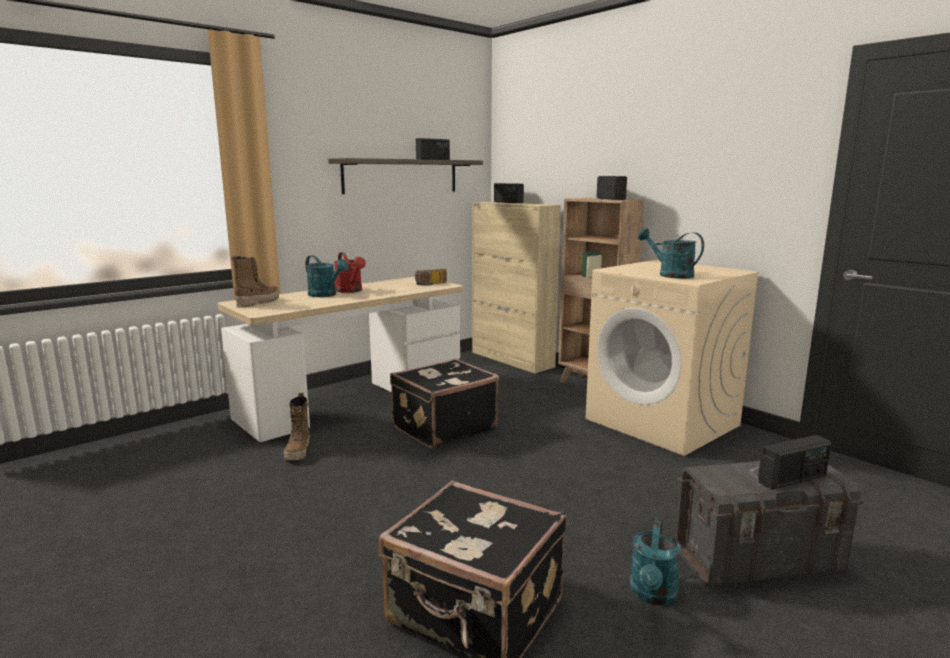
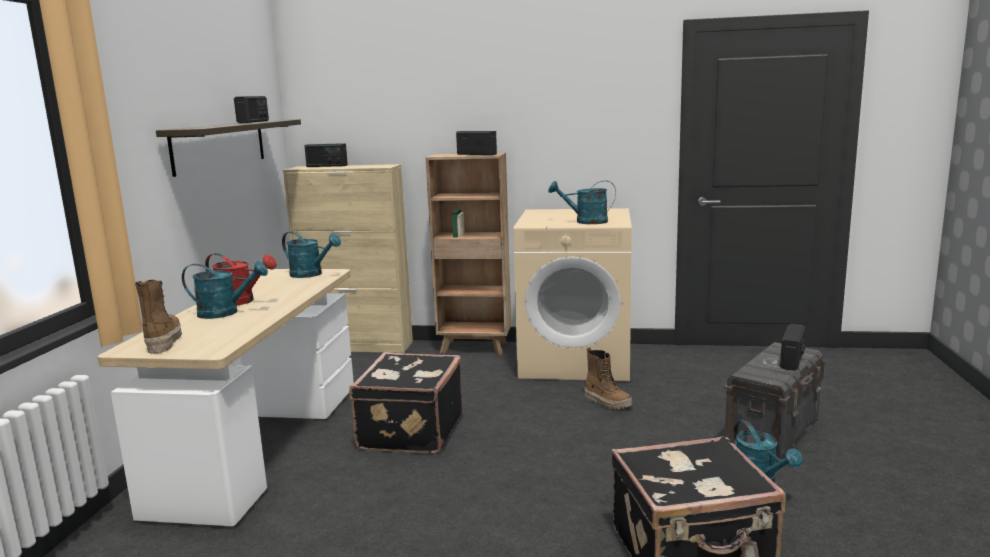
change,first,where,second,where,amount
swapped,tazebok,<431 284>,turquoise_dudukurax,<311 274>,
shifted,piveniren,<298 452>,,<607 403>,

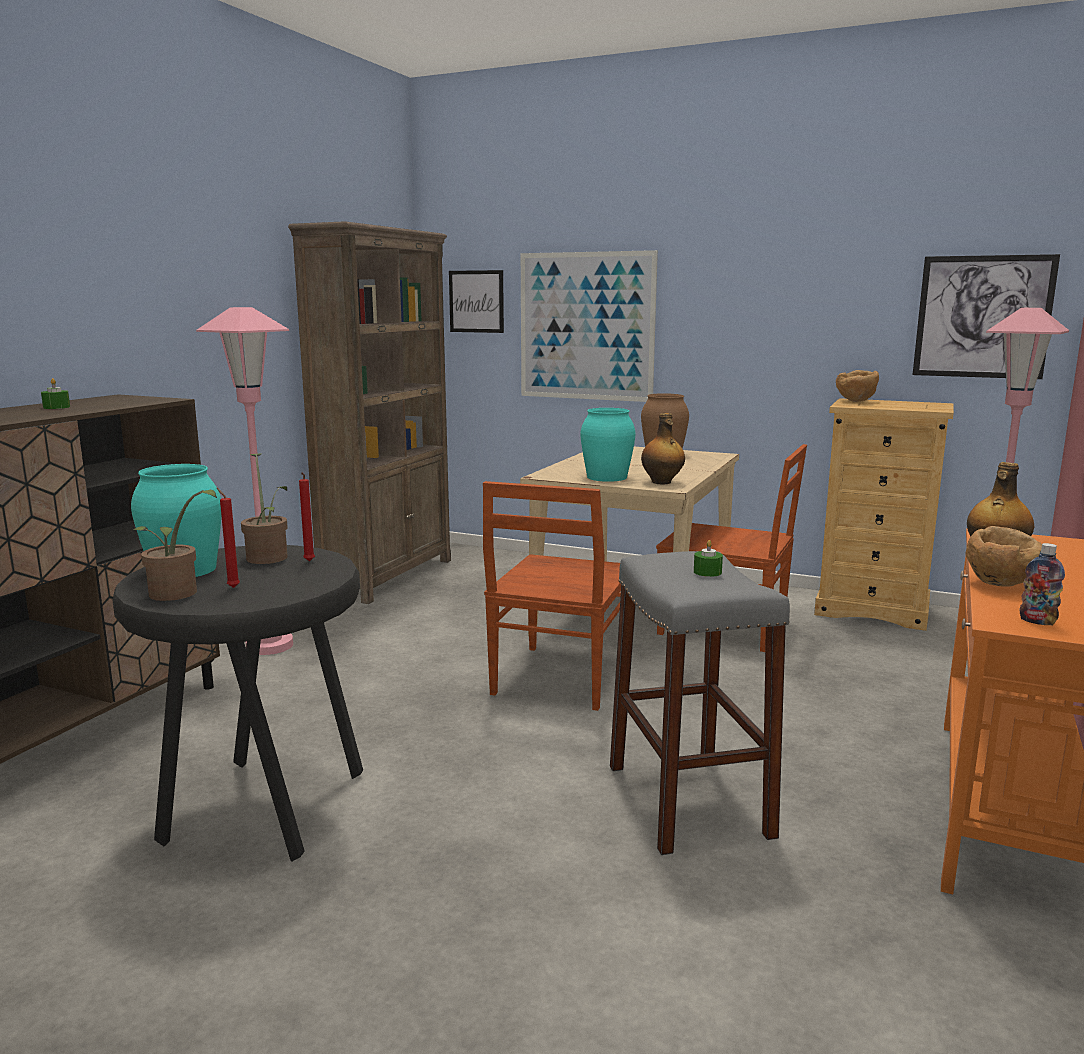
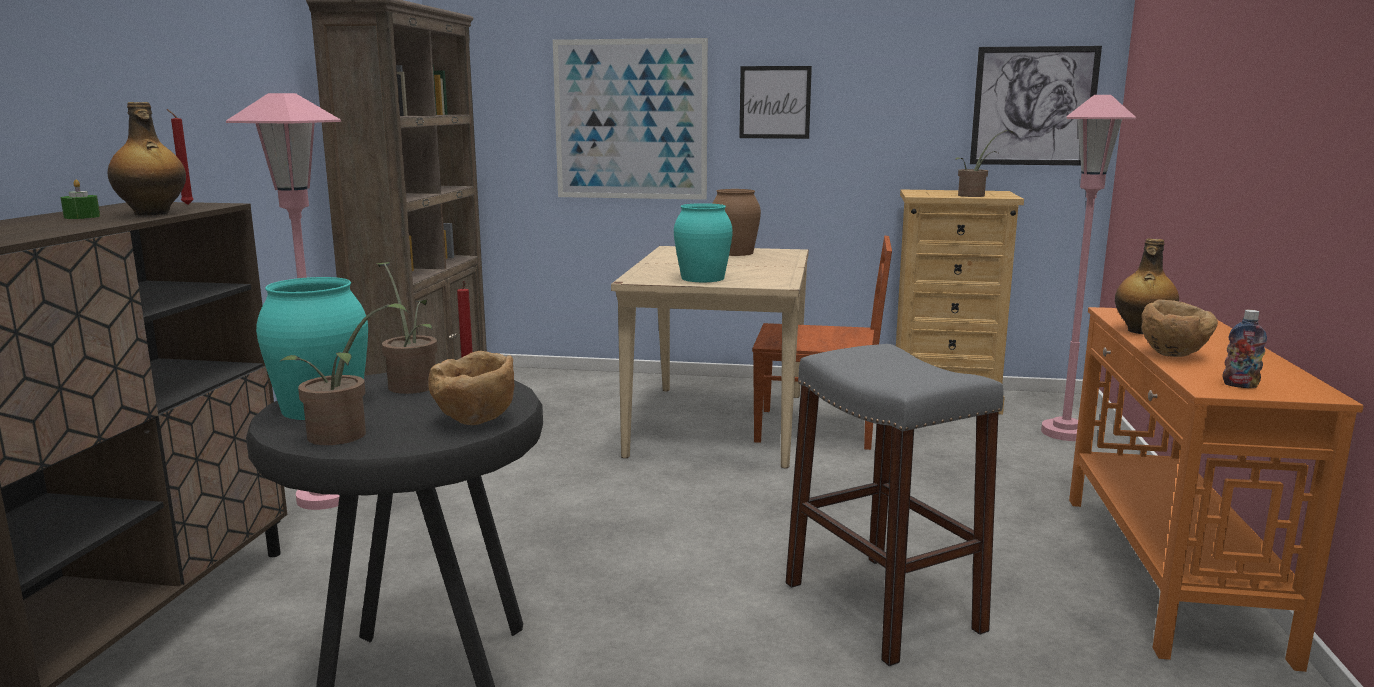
change,first,where,second,where,amount
shifted,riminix,<662 482>,,<152 213>,
shifted,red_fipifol,<232 587>,,<186 204>,
shifted,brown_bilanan,<856 401>,,<475 422>,
shifted,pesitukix,<476 301>,,<775 102>,
new,,,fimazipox,<975 195>,
gone,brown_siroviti,<560 678>,,,
gone,green_fipifol,<707 572>,,,

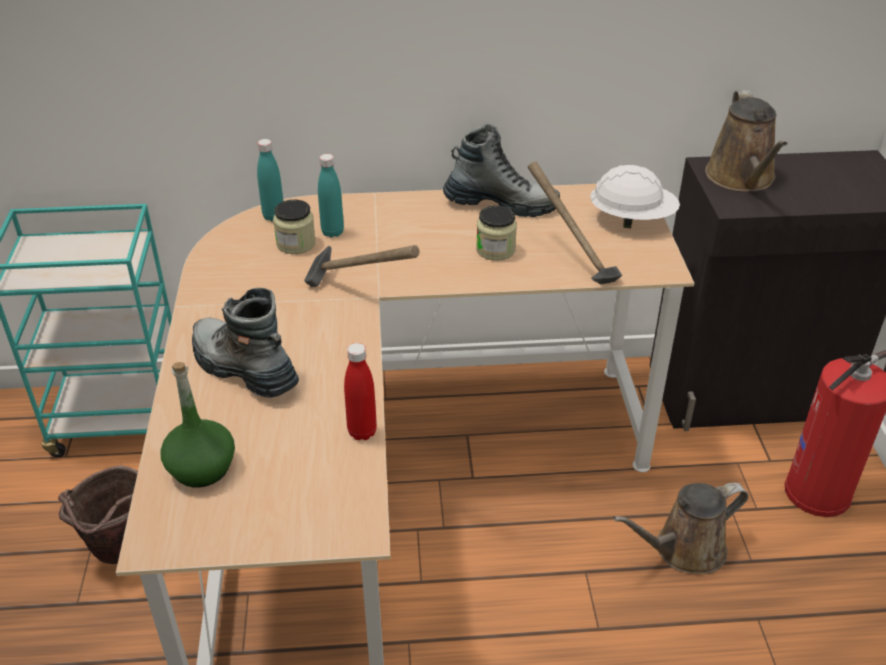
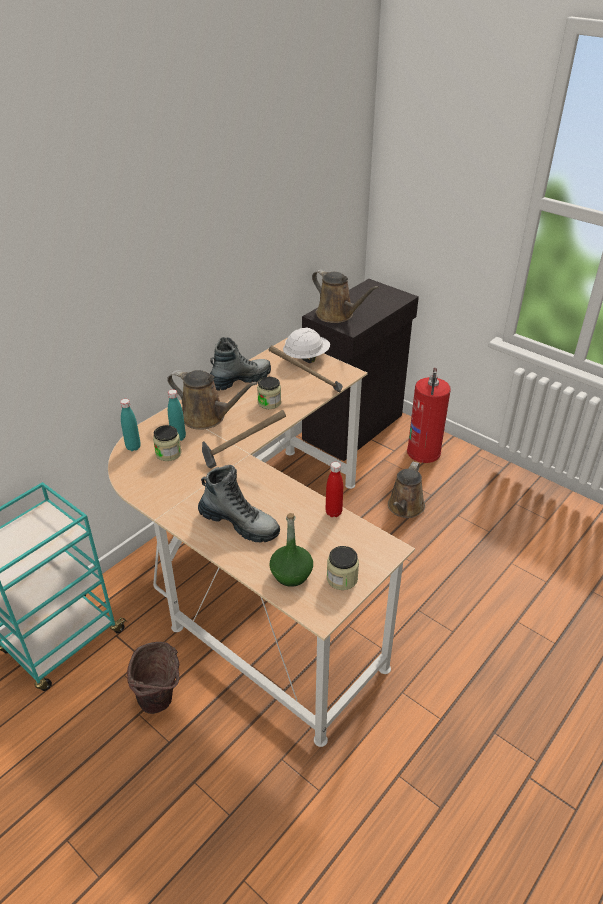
change,first,where,second,where,amount
new,,,brown_dudukurax,<207 417>,
rotated,piveniren,<243 369>,,<239 523>,150 degrees counterclockwise
new,,,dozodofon,<342 578>,

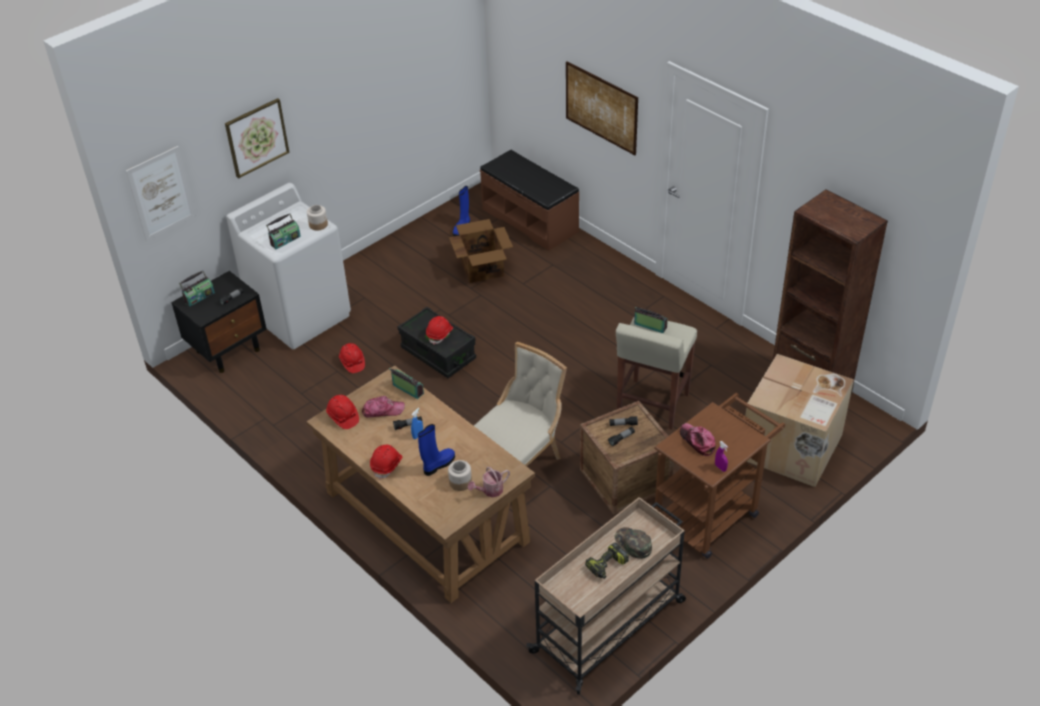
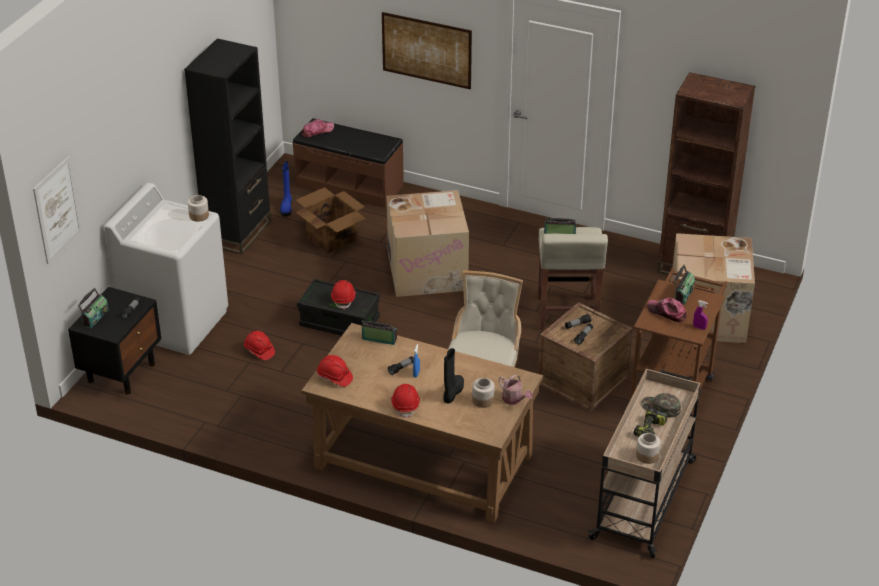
change,first,where,second,where,amount
new,,,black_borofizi,<238 232>,
shifted,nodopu,<383 410>,,<317 131>,
new,,,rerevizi,<428 271>,
repainted,blue_piveniren,<438 465>,black_piveniren,<453 392>,
rotated,dudukurax,<490 491>,,<514 399>,75 degrees counterclockwise
new,,,dozodofon,<647 455>,
shifted,tazebok,<285 240>,,<682 294>,
gone,pesitukix,<256 137>,,,

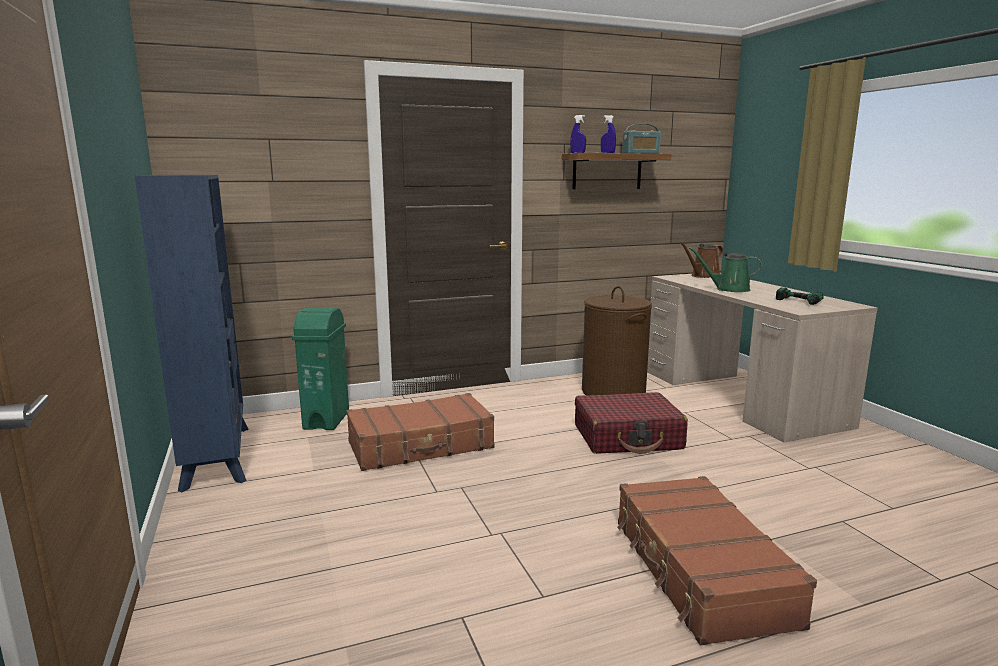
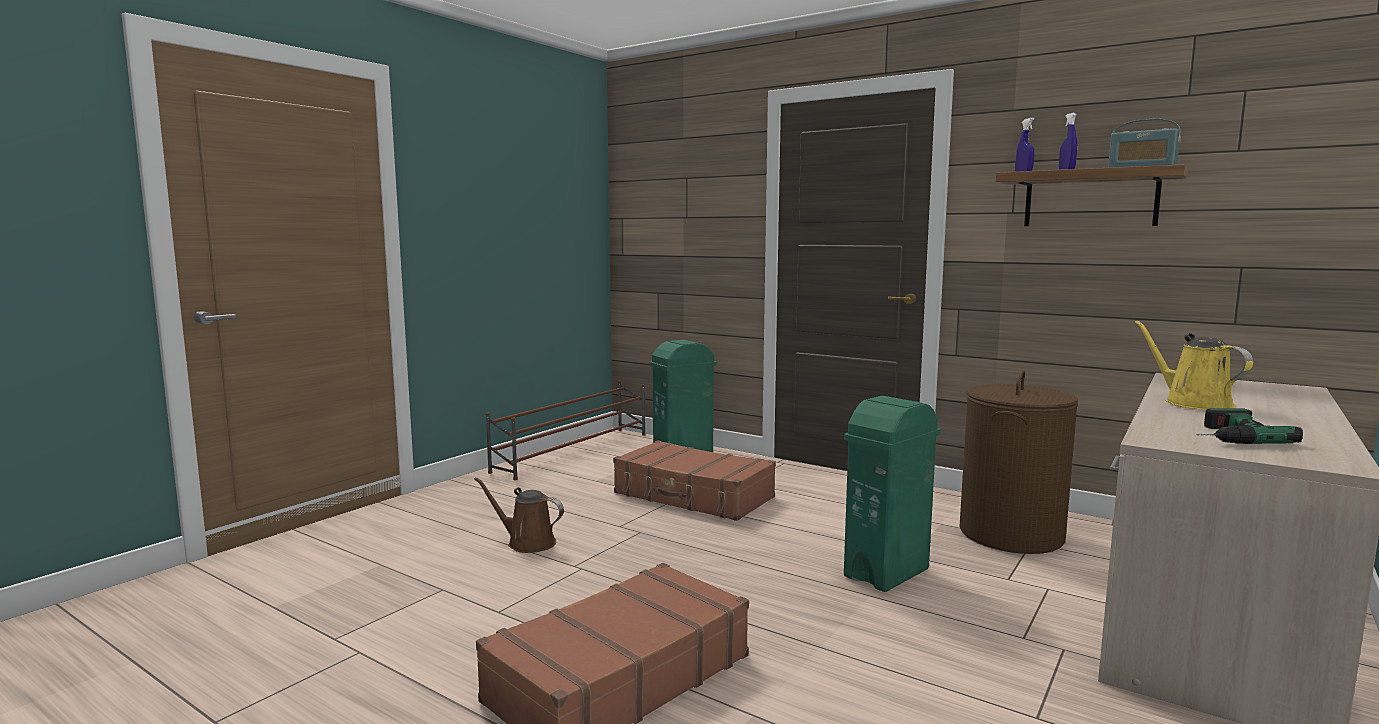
change,first,where,second,where,amount
shifted,brown_dudukurax,<703 276>,,<527 543>,
swapped,blue_borofizi,<217 456>,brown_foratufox,<574 452>,
swapped,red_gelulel,<628 437>,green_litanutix,<887 573>,
repainted,green_dudukurax,<729 289>,yellow_dudukurax,<1192 403>,

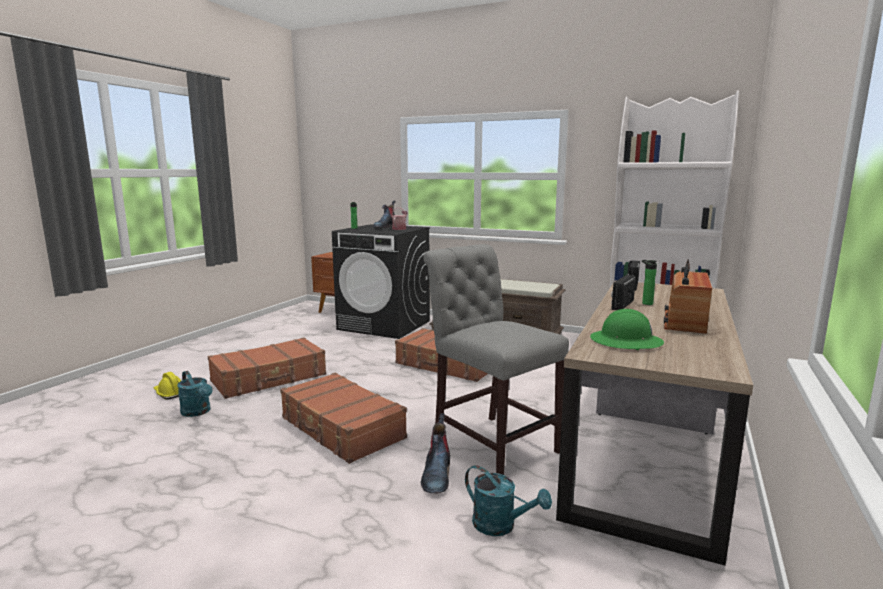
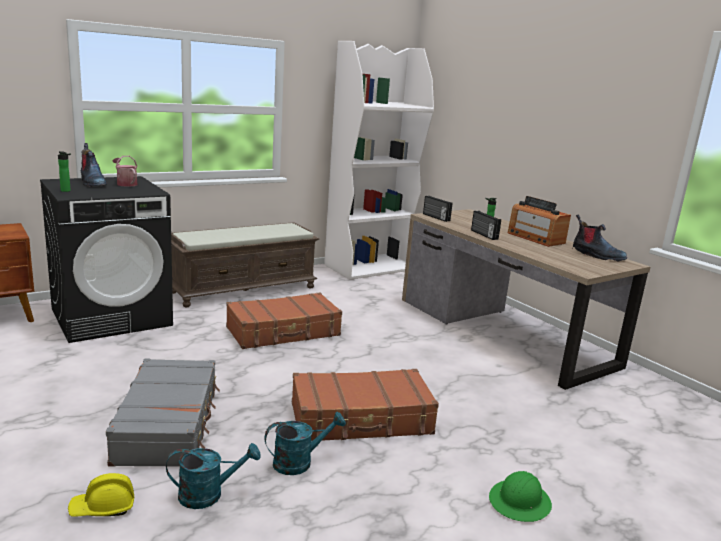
change,first,where,second,where,amount
repainted,brown_gelulel,<269 378>,grey_gelulel,<169 424>,
shifted,turquoise_dudukurax,<501 526>,,<299 462>,
shifted,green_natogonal,<626 342>,,<520 502>,
shifted,piveniren,<436 475>,,<596 255>,
gone,grey_siroviti,<491 443>,,,

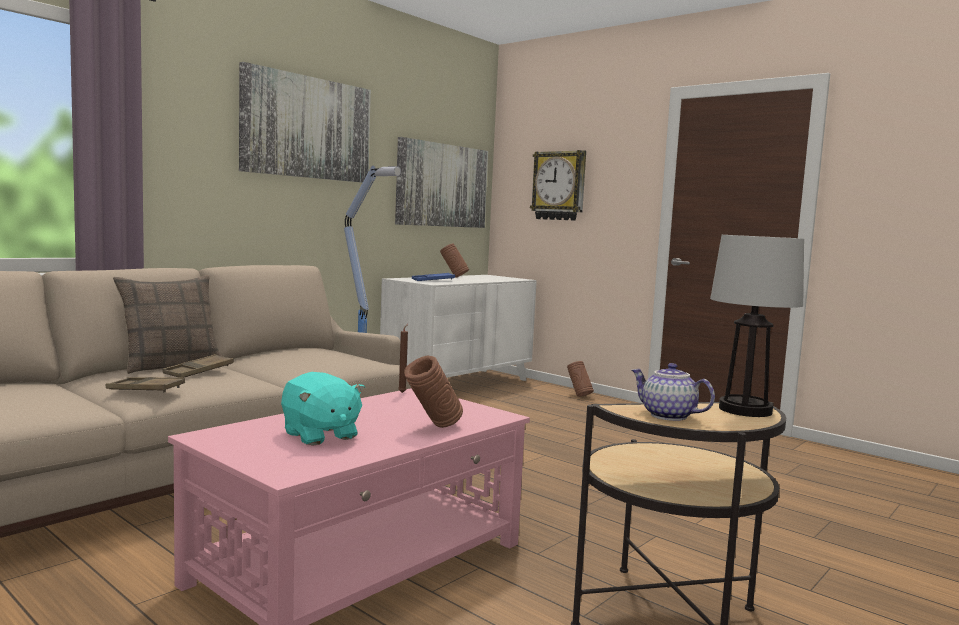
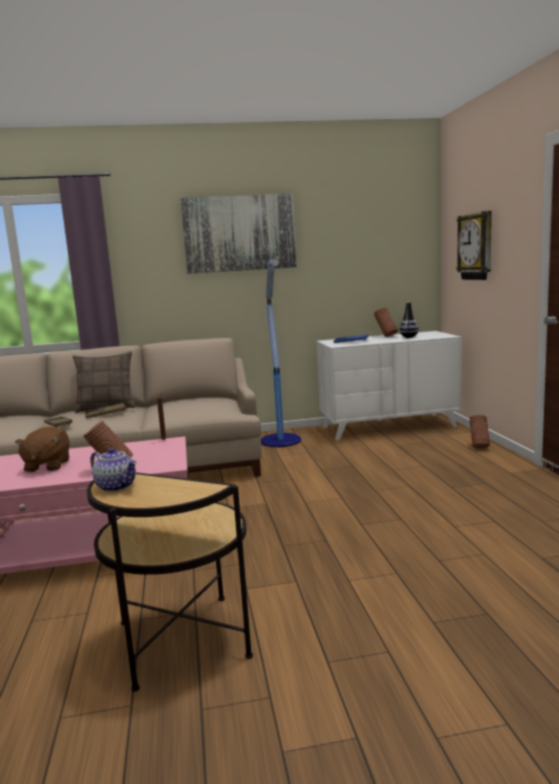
change,first,where,second,where,amount
repainted,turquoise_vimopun,<320 435>,brown_vimopun,<47 466>,
rotated,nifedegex,<667 416>,,<117 486>,135 degrees clockwise
new,,,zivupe,<409 337>,
gone,pesitukix,<442 185>,,,
gone,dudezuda,<745 410>,,,

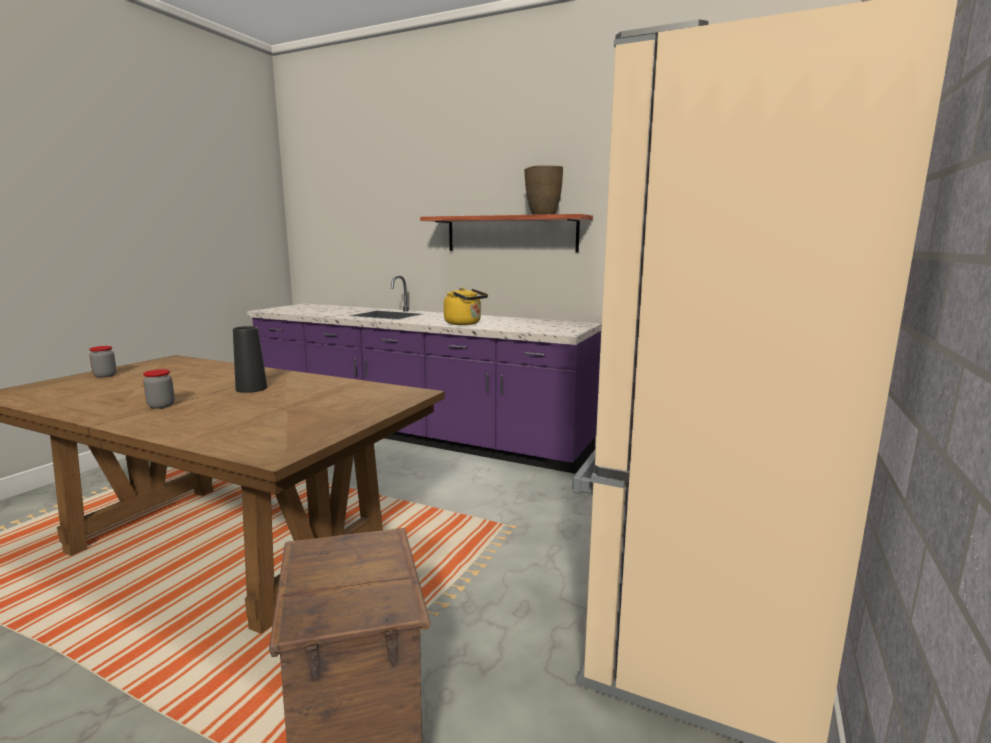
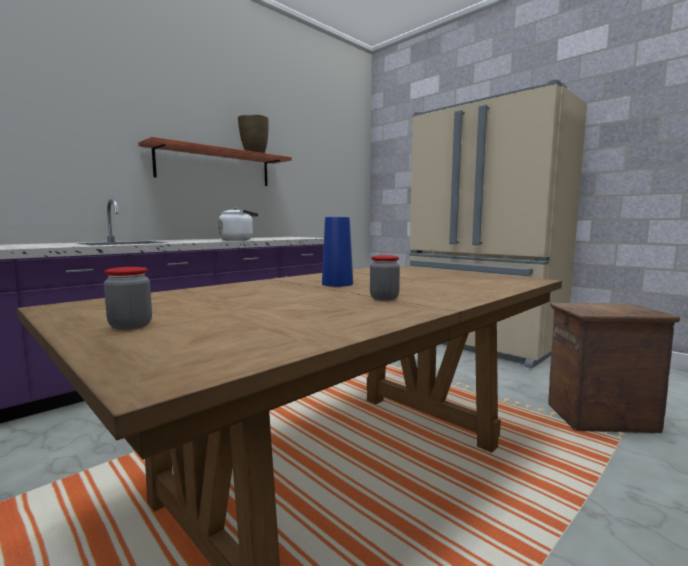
change,first,where,second,where,amount
repainted,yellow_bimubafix,<465 324>,white_bimubafix,<238 240>,
repainted,black_zivupe,<251 388>,blue_zivupe,<337 284>,

